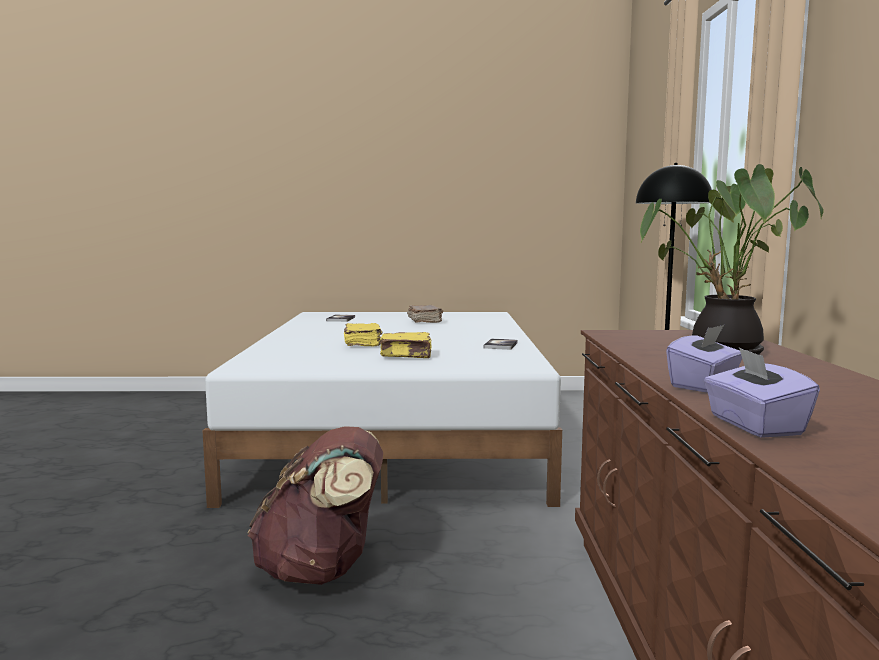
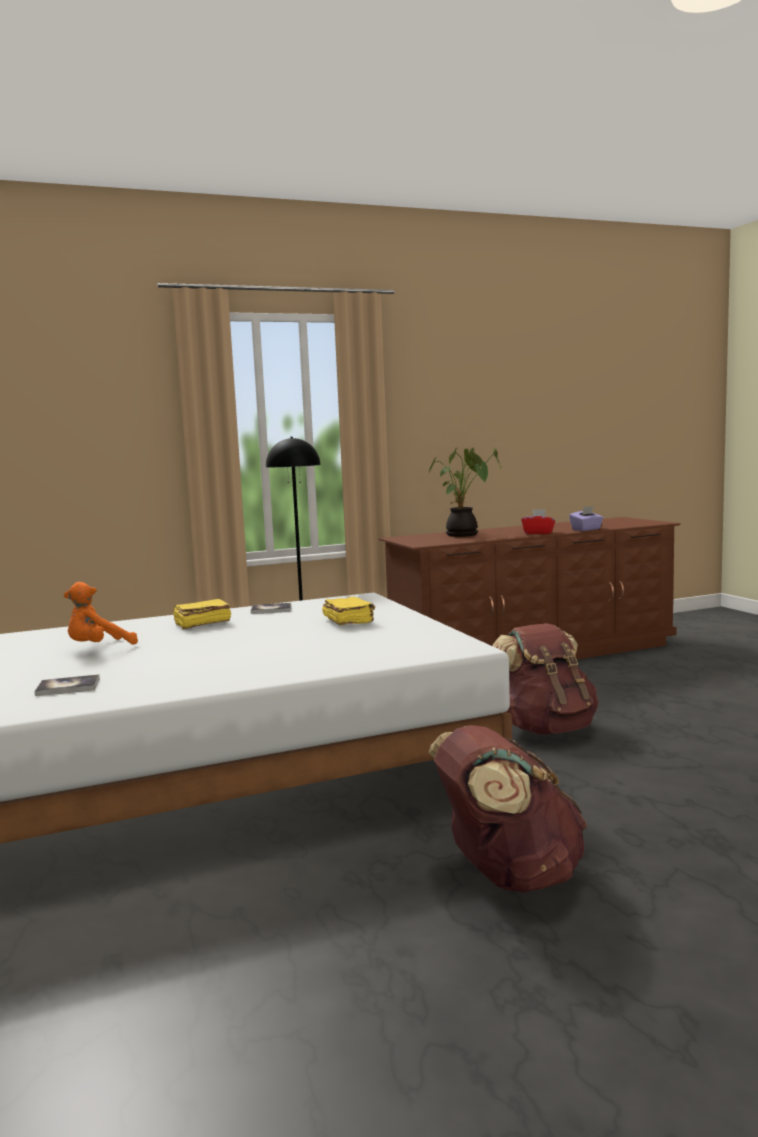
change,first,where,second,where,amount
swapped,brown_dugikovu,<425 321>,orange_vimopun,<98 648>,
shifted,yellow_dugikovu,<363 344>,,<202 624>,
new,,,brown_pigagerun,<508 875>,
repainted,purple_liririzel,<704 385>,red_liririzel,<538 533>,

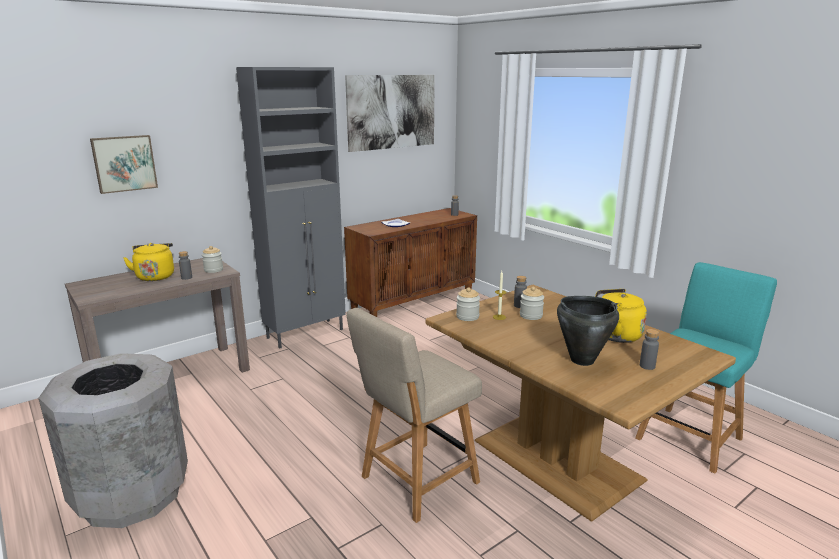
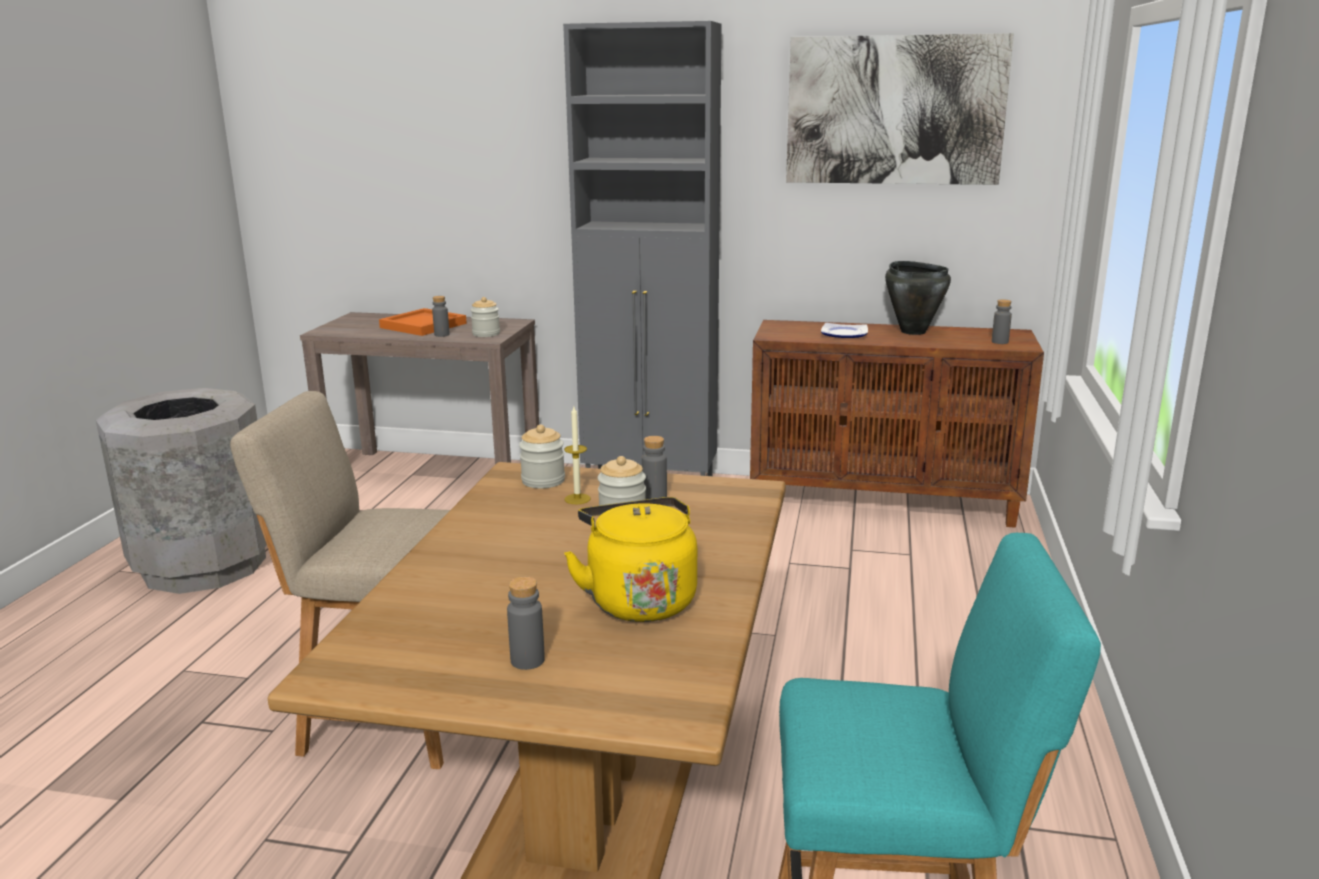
change,first,where,second,where,amount
swapped,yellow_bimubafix,<155 276>,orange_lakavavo,<424 325>,
shifted,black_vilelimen,<581 360>,,<913 331>,
gone,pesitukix,<124 163>,,,

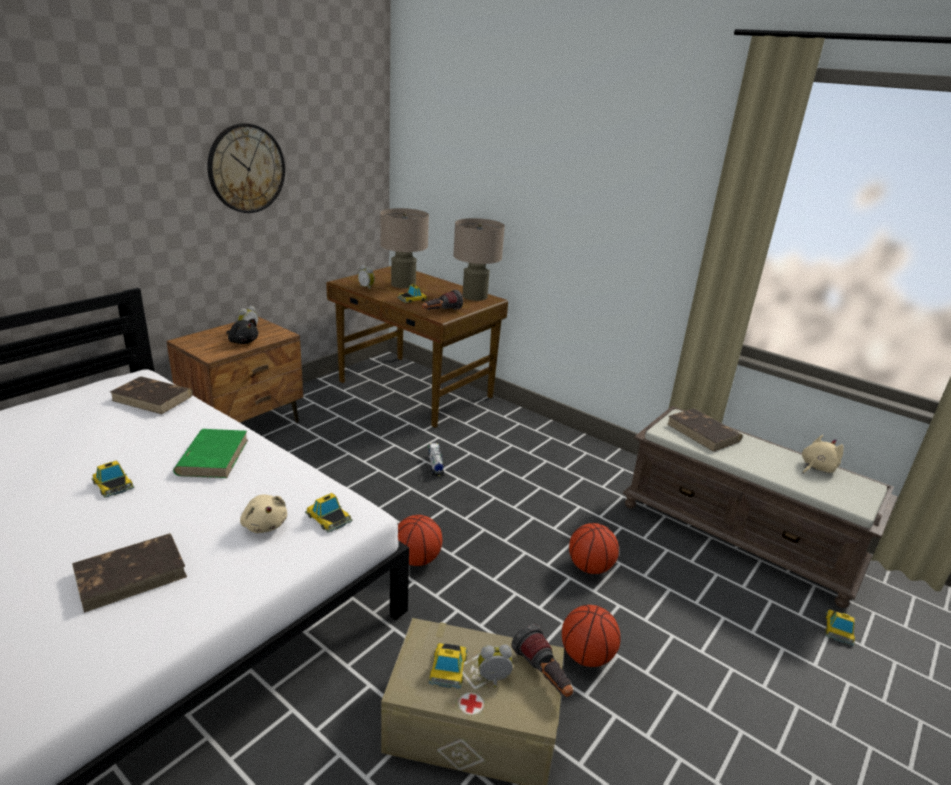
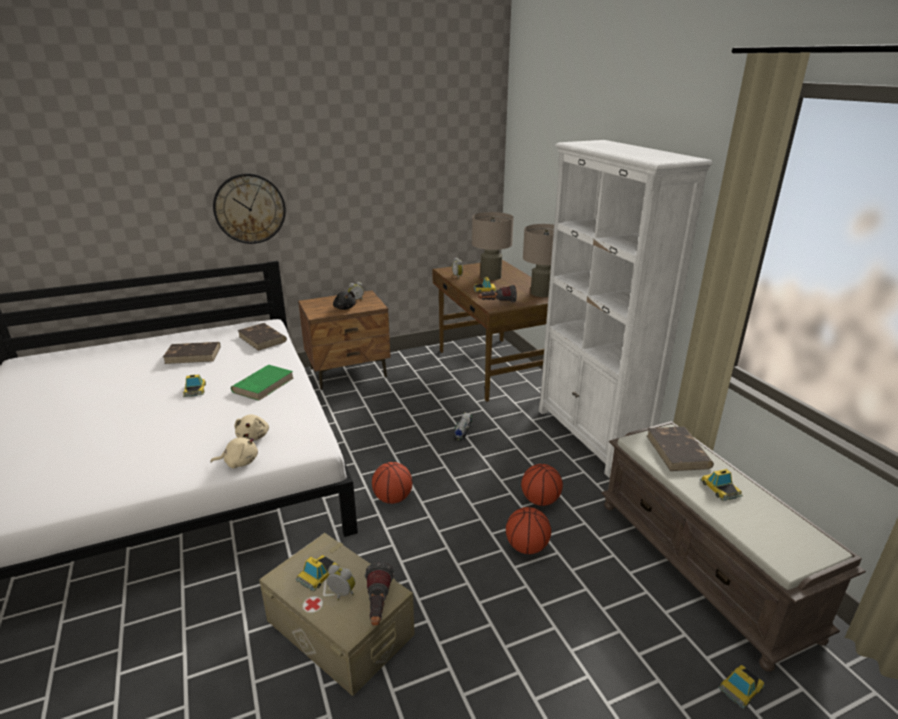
change,first,where,second,where,amount
shifted,brown_dugikovu,<132 574>,,<193 355>,
shifted,beige_vimopun,<816 467>,,<239 462>,
shifted,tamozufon,<246 168>,,<249 209>,
shifted,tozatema,<586 656>,,<540 500>,
new,,,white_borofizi,<591 436>,
shifted,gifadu,<328 517>,,<720 488>,

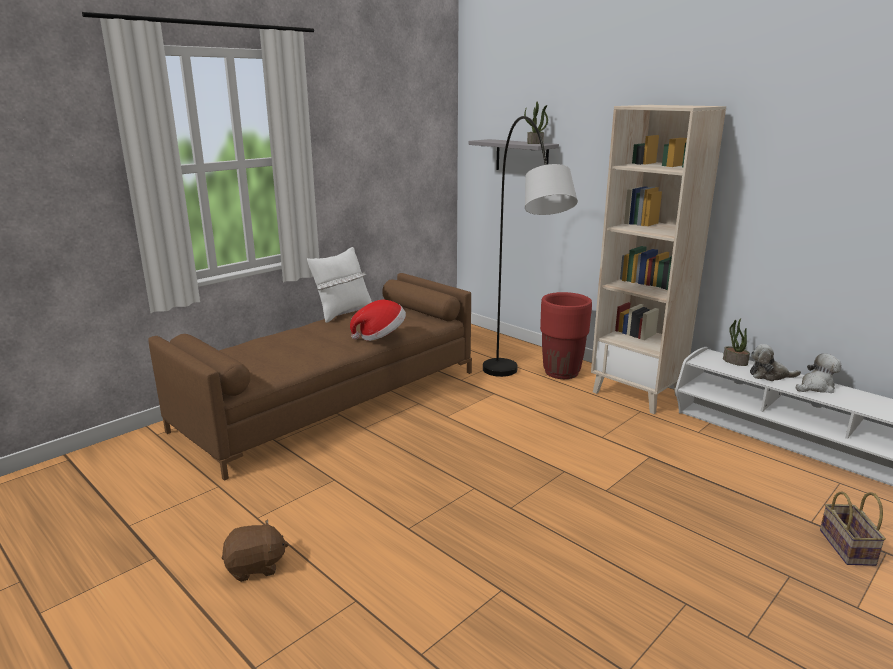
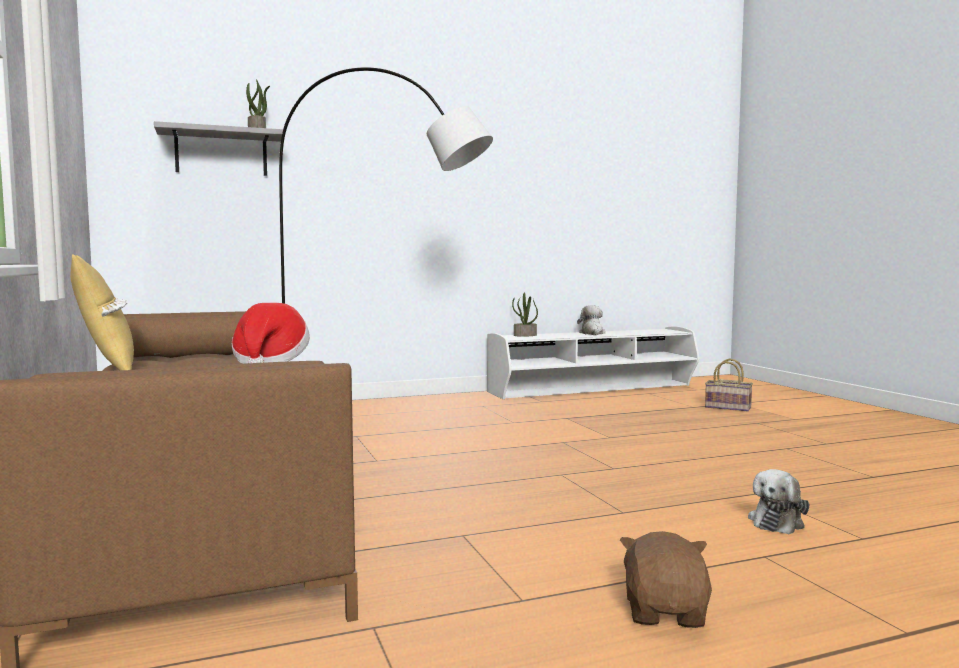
change,first,where,second,where,amount
repainted,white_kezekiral,<342 312>,yellow_kezekiral,<105 370>,
shifted,vimopun,<769 375>,,<777 522>,
gone,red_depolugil,<561 372>,,,
gone,beige_borofizi,<637 394>,,,

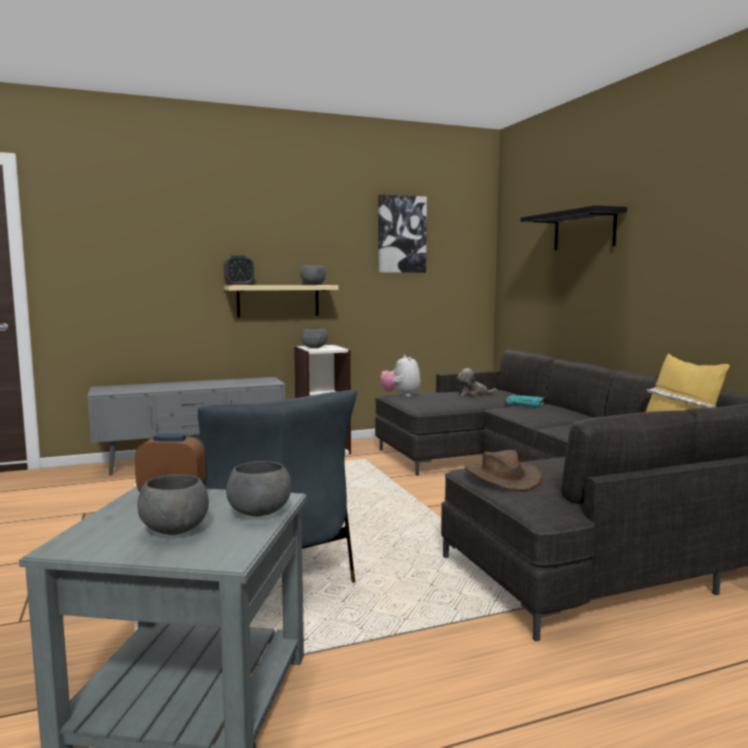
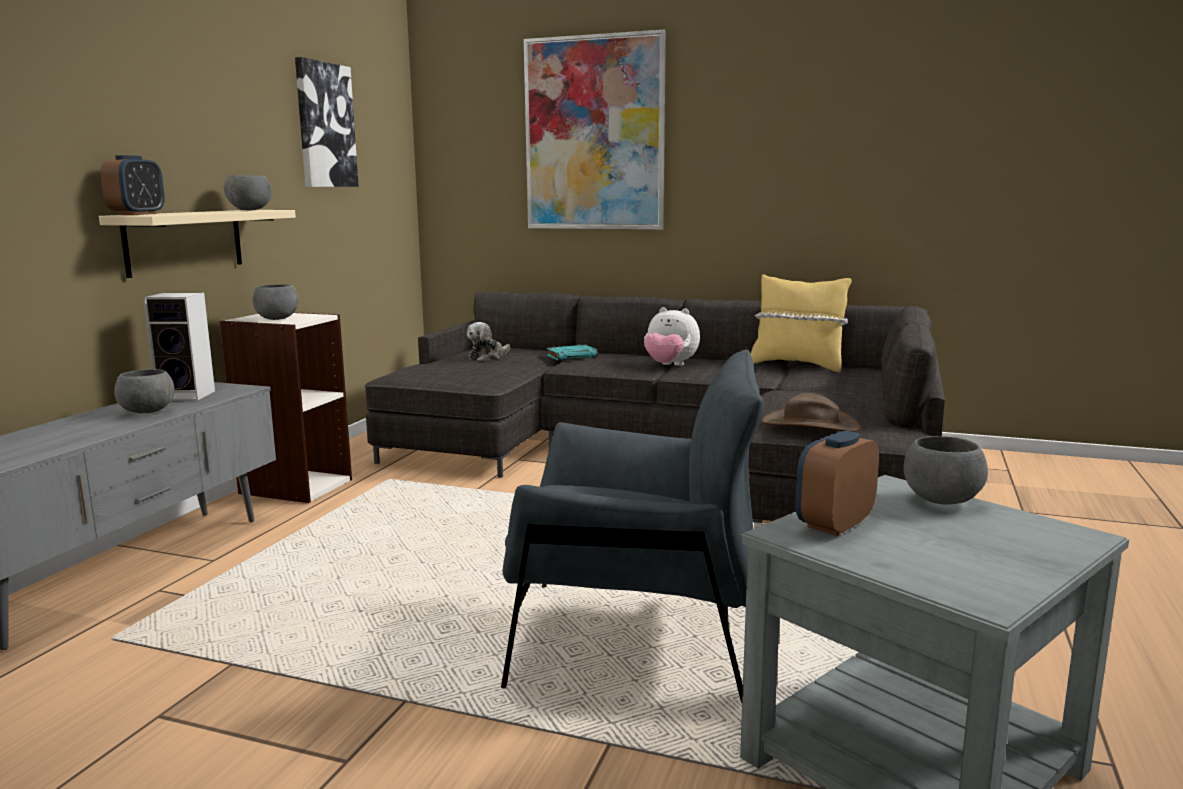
change,first,where,second,where,amount
shifted,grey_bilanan,<174 531>,,<148 412>,
new,,,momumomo,<188 395>,
swapped,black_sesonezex,<584 230>,pesitukix,<594 134>,
shifted,vimopun,<401 395>,,<670 366>,

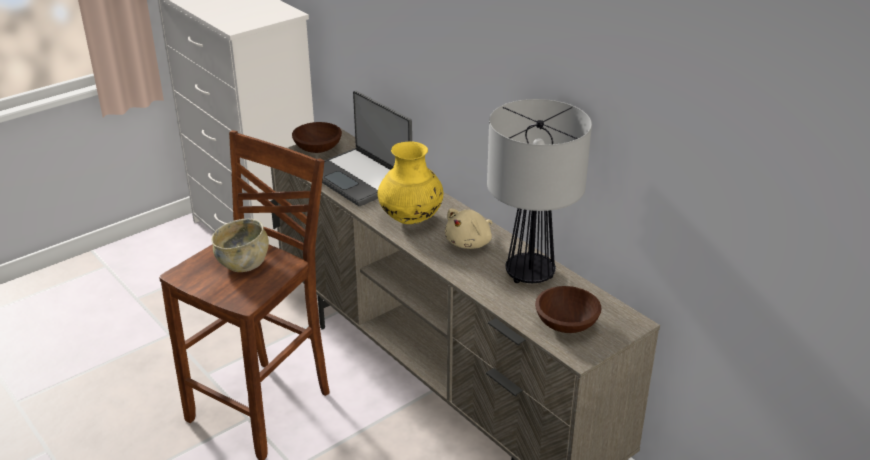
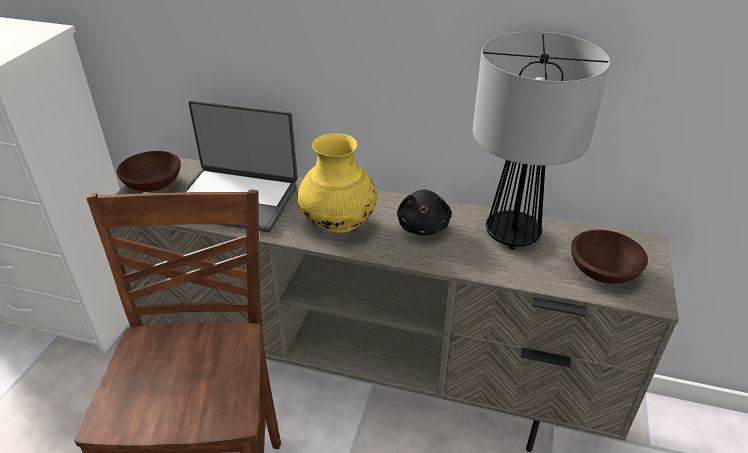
change,first,where,second,where,amount
repainted,beige_vimopun,<470 243>,black_vimopun,<423 226>,
gone,beige_bilanan,<243 263>,,,

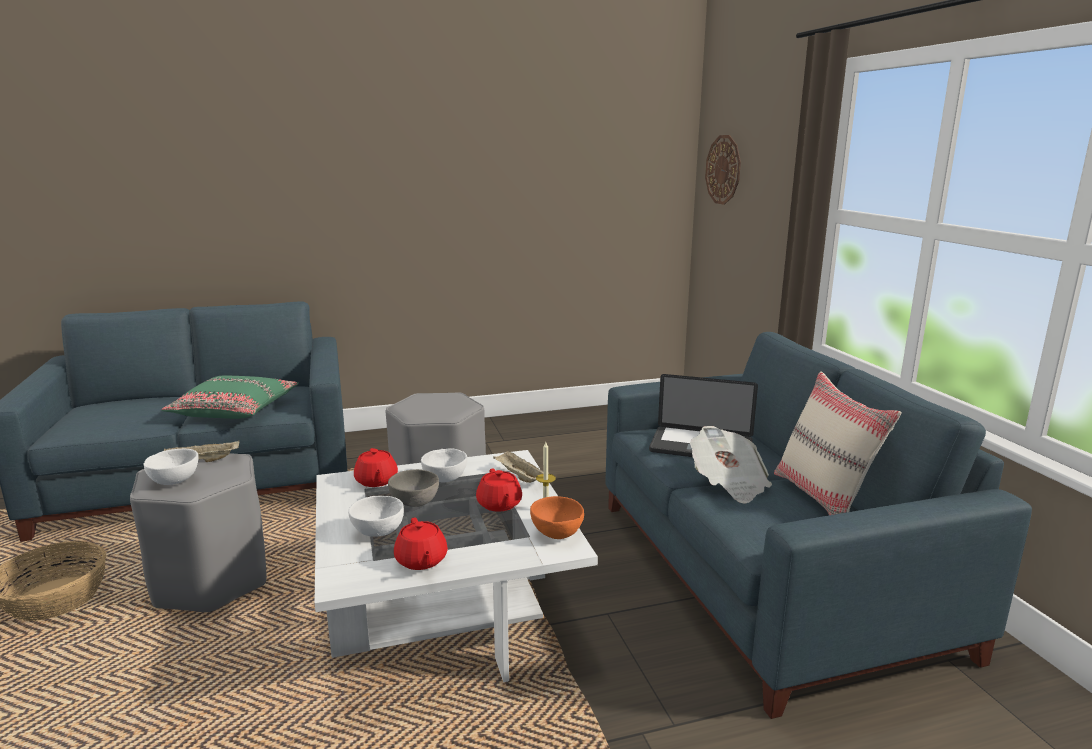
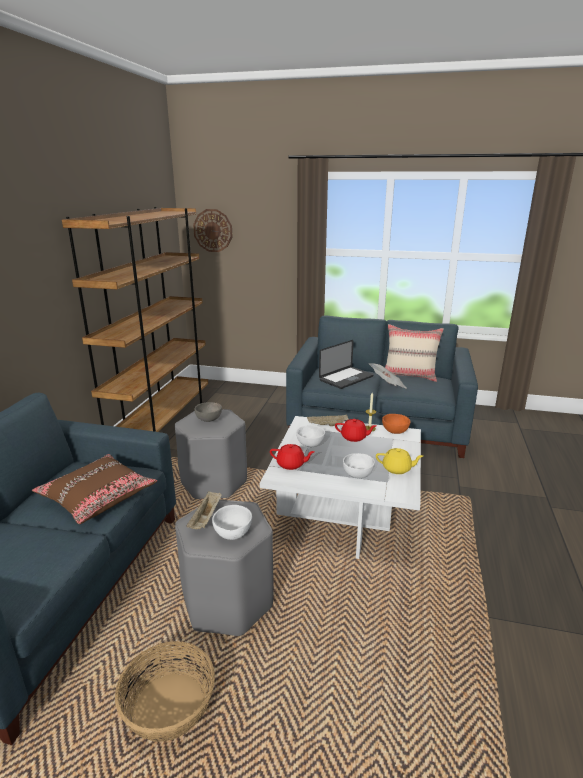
change,first,where,second,where,amount
repainted,green_kezekiral,<235 409>,brown_kezekiral,<97 496>,
new,,,brown_borofizi,<162 424>,
shifted,grey_bilanan,<415 503>,,<209 420>,
repainted,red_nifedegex,<421 561>,yellow_nifedegex,<397 469>,

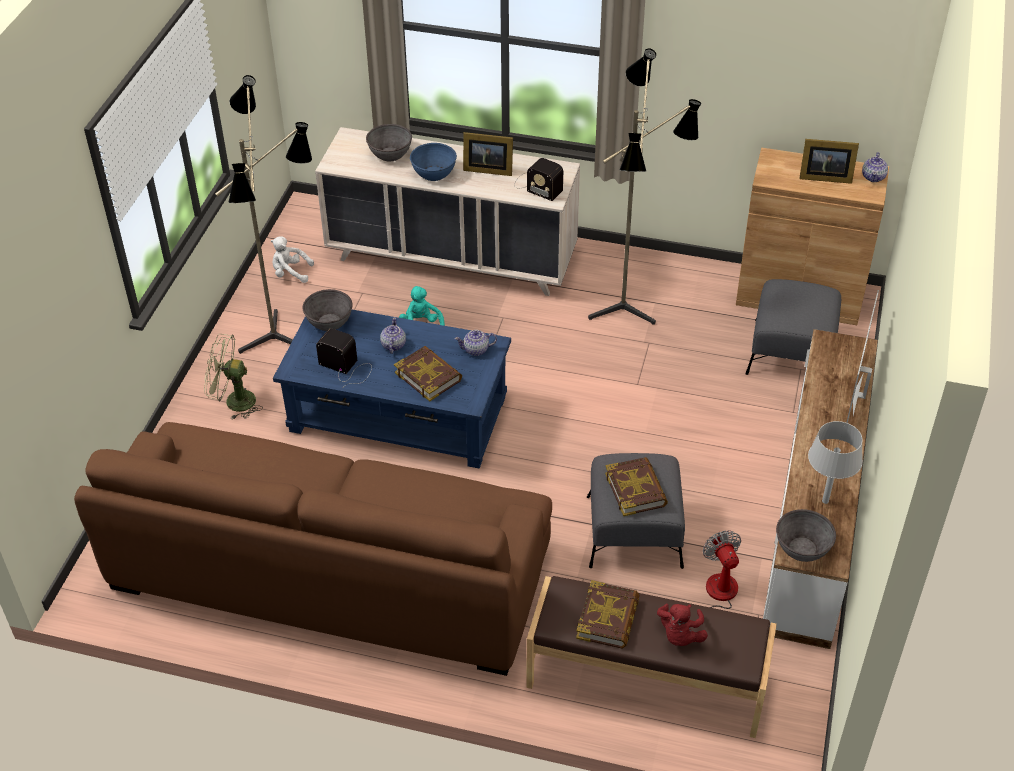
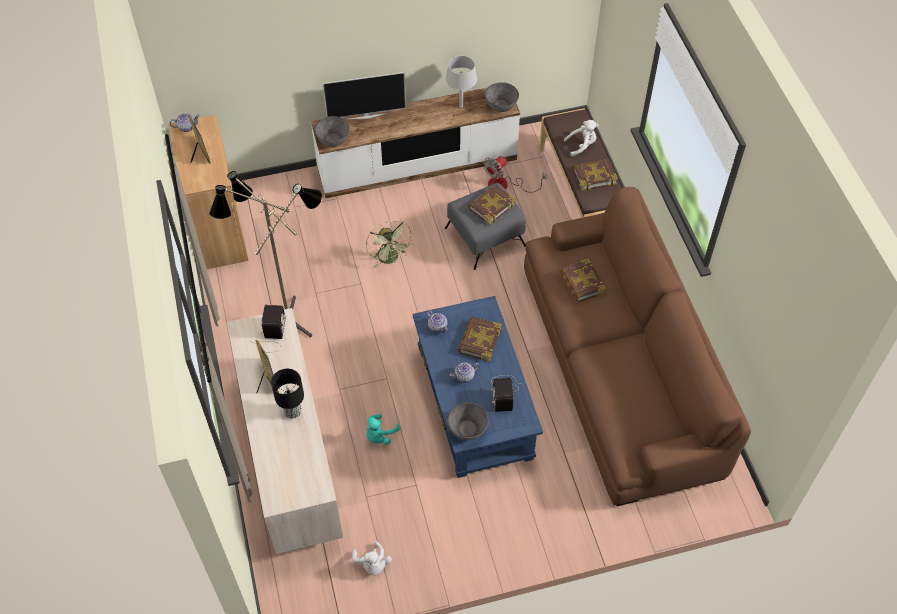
change,first,where,second,where,amount
swapped,blue_bilanan,<433 173>,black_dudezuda,<293 411>,
shifted,grey_bilanan,<390 154>,,<333 139>,
shifted,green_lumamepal,<233 402>,,<390 259>,
new,,,dugikovu,<581 283>,
repainted,red_vimopun,<680 635>,white_vimopun,<582 145>,
gone,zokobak,<282 337>,,,
gone,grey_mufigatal,<791 353>,,,

